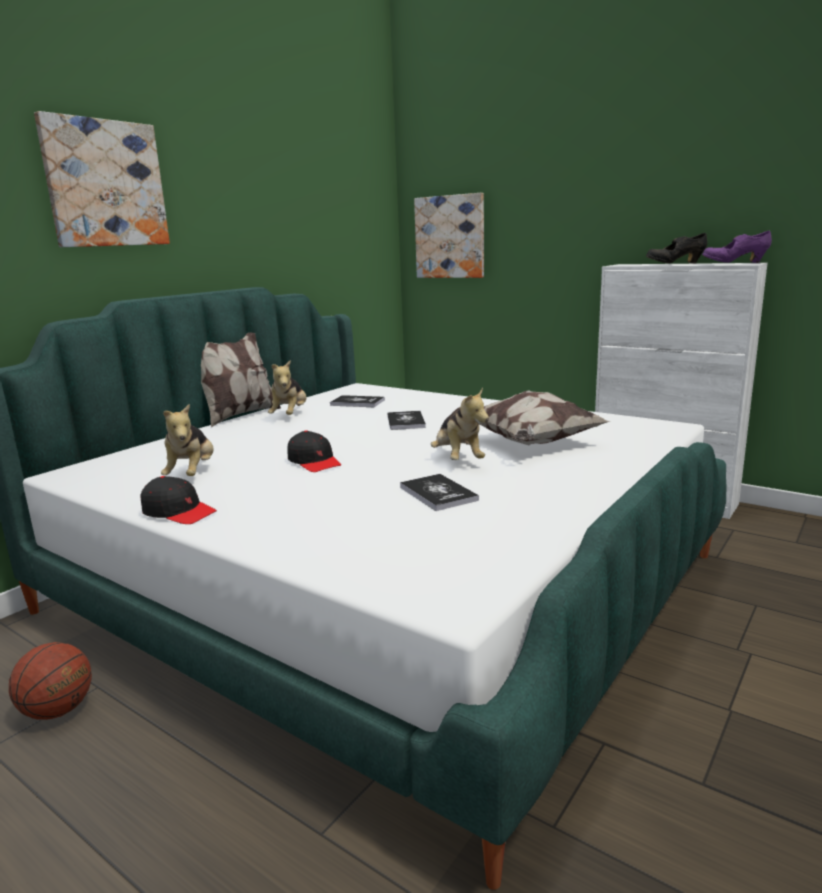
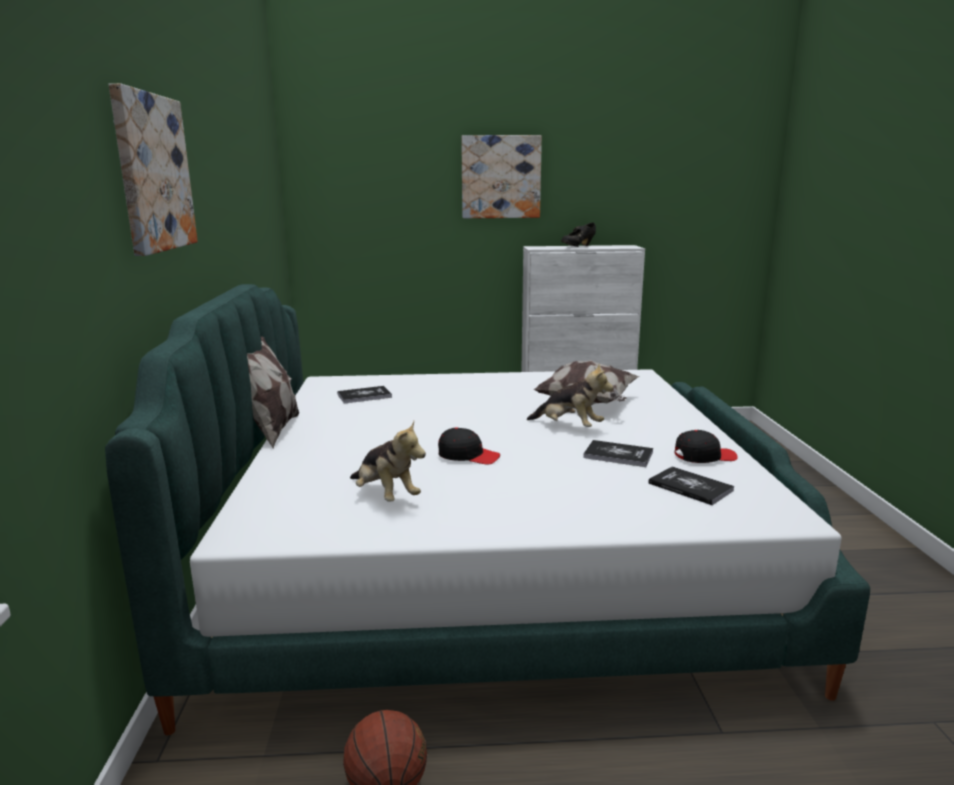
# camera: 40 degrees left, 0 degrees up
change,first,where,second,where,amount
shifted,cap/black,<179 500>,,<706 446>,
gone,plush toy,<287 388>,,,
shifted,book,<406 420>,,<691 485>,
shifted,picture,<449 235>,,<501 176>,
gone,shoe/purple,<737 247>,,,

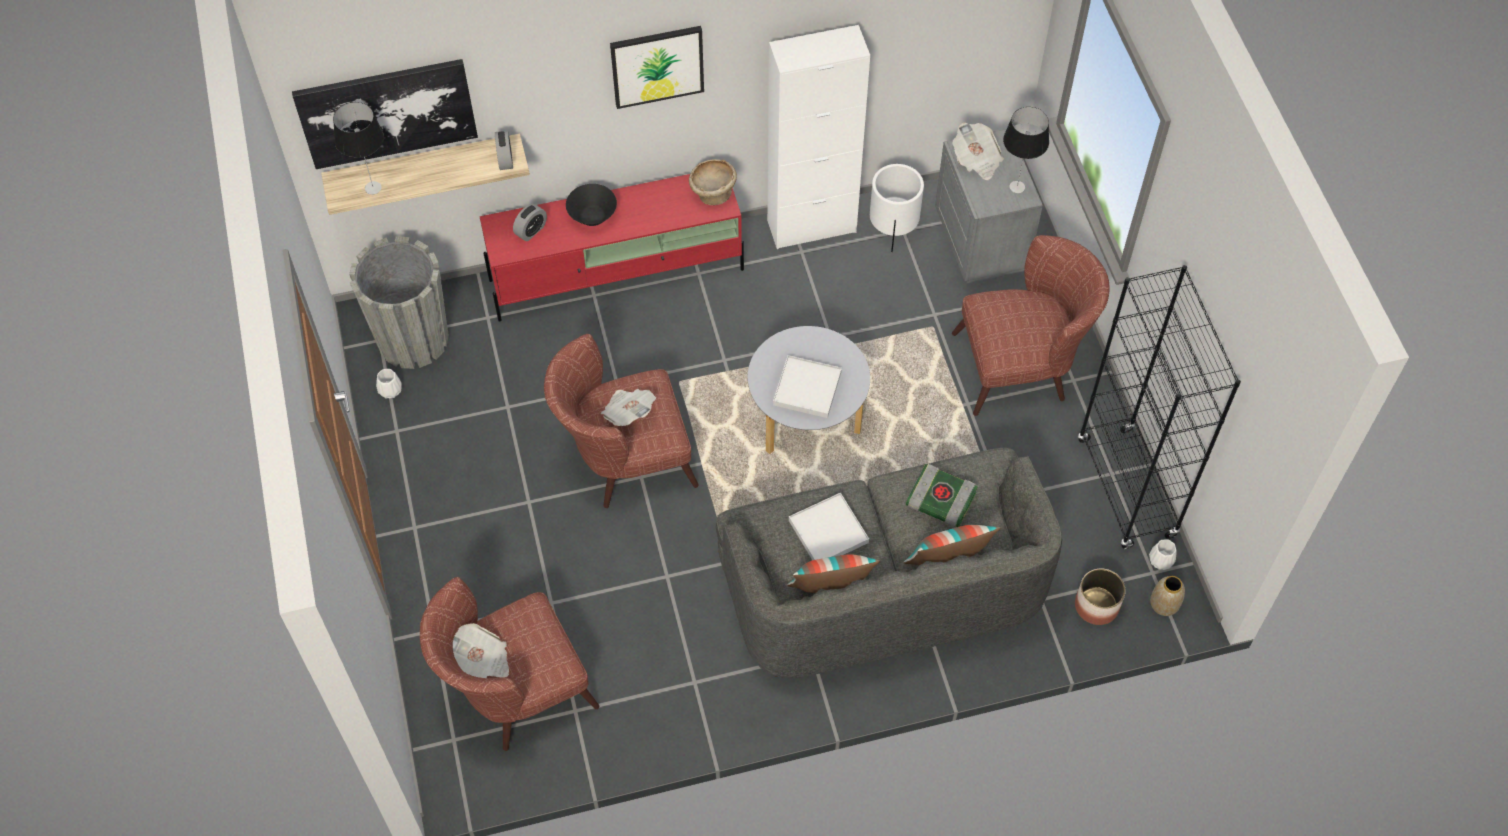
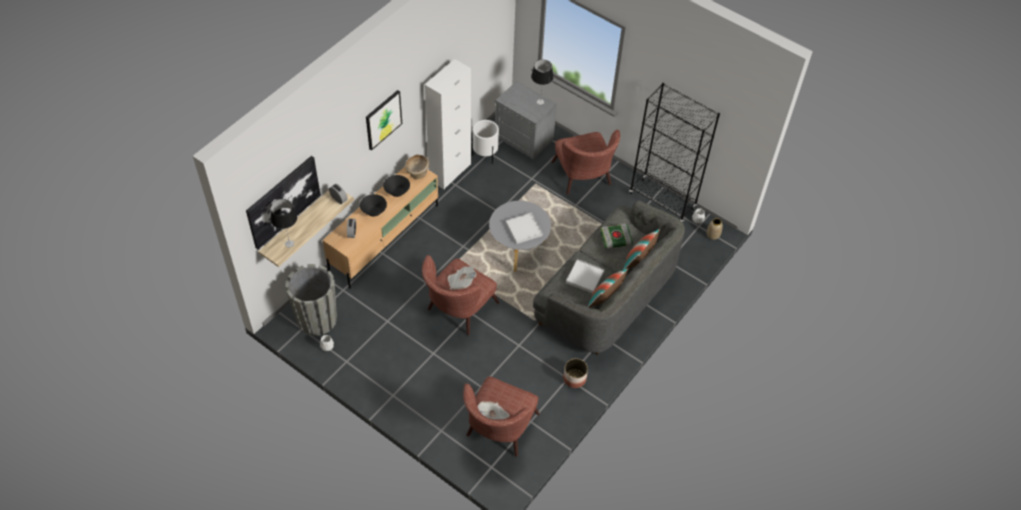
# camera: 40 degrees left, 5 degrees down
change,first,where,second,where,amount
repainted,tv stand/red,<612 248>,tv stand/beige,<380 228>,
gone,newspaper,<978 151>,,,
rotated,armchair/brown,<1031 325>,,<585 162>,120 degrees clockwise
shifted,planter,<1100 597>,,<575 373>,
new,,,bowl/black,<396 186>,

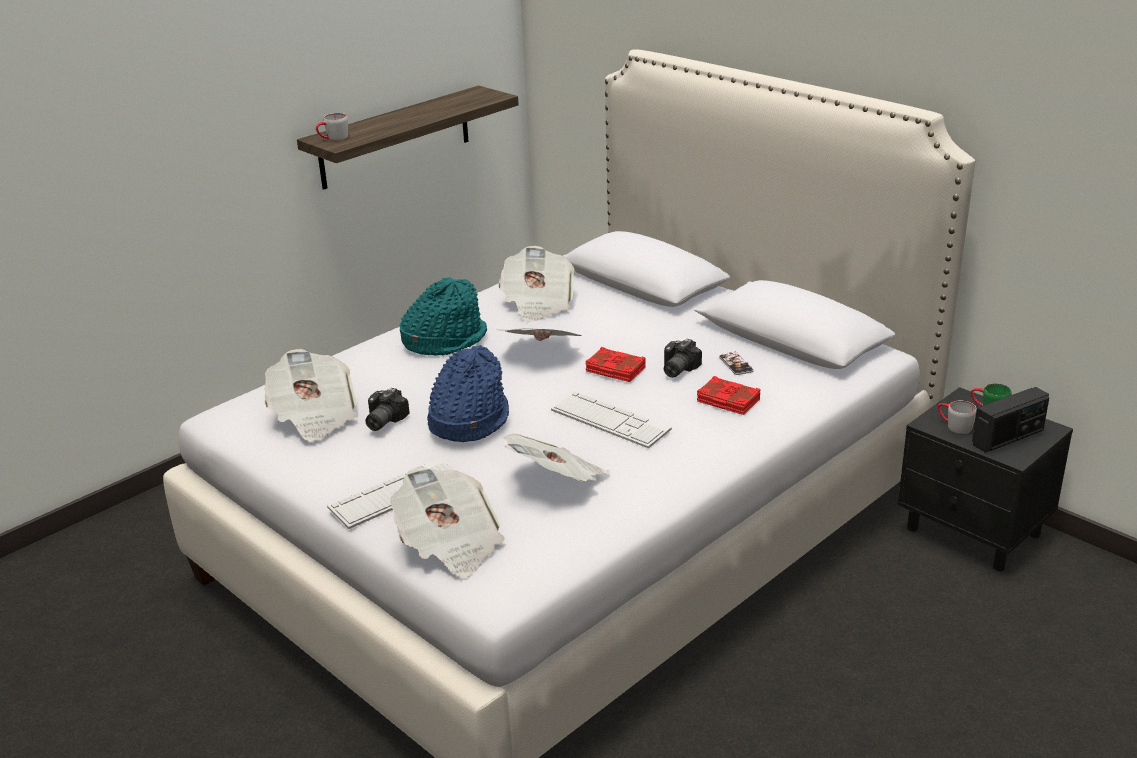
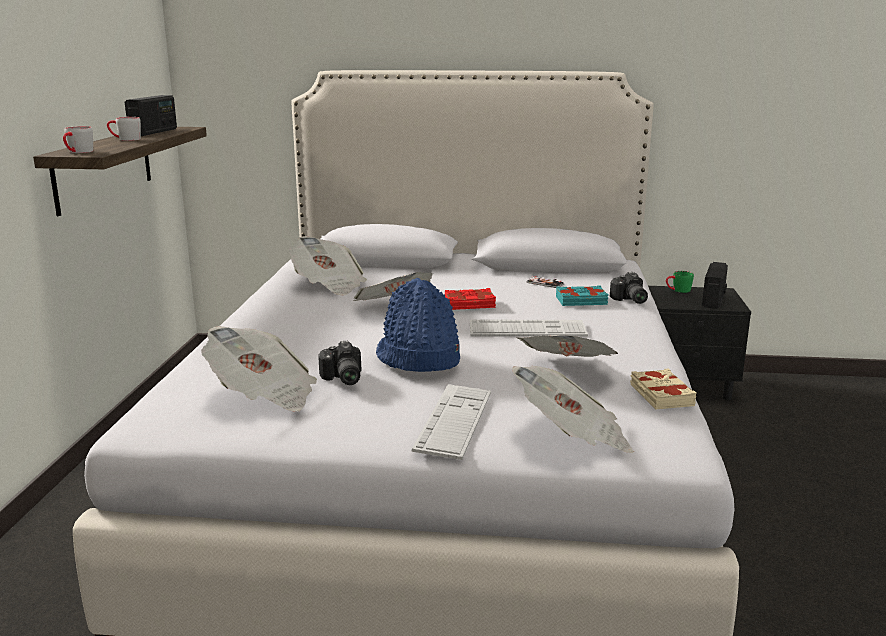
# camera: 40 degrees left, 10 degrees down
change,first,where,second,where,amount
gone,hat/turquoise,<443 316>,,,
shifted,photo camera,<683 358>,,<629 288>,
repainted,book/red,<729 395>,book/turquoise,<582 295>,
shifted,mug/grey,<957 417>,,<124 129>,
new,,,radio,<151 115>,
new,,,book/beige,<663 388>,

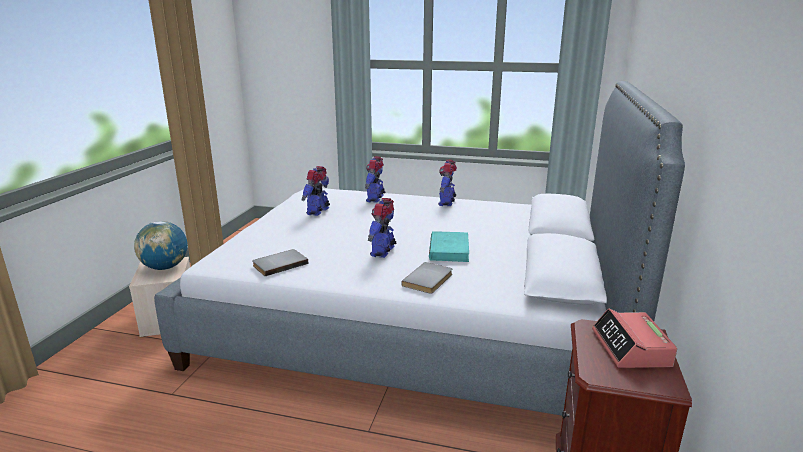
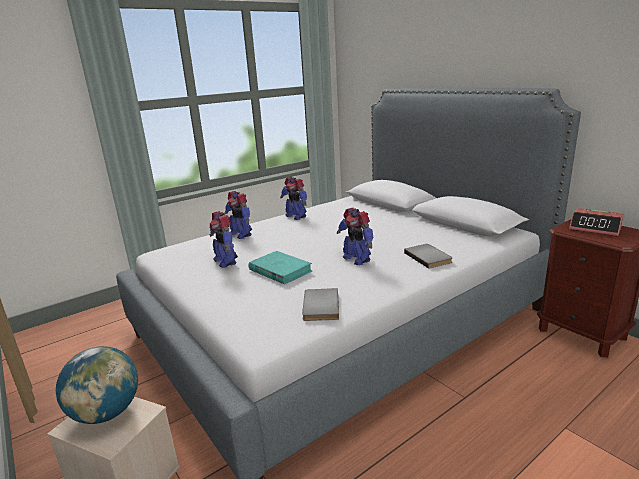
# camera: 50 degrees left, 0 degrees up
change,first,where,second,where,amount
shifted,book/turquoise,<449 246>,,<280 268>,

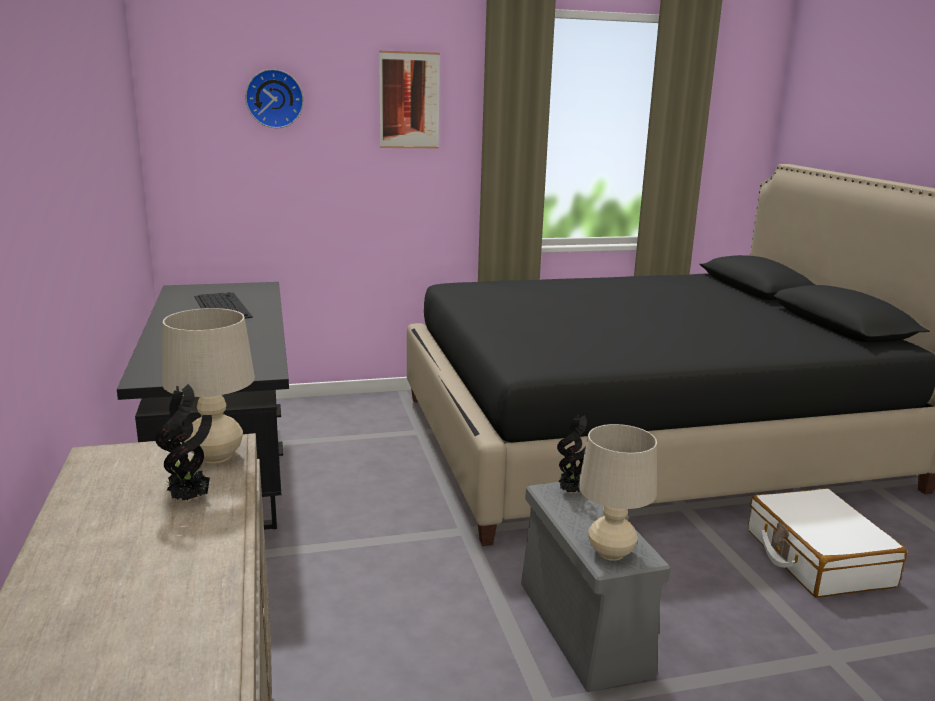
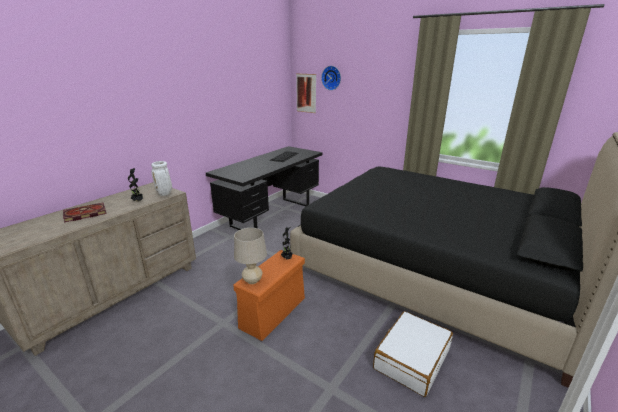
# camera: 50 degrees right, 5 degrees up
change,first,where,second,where,amount
swapped,table lamp/beige,<208 385>,vase/white,<161 178>,
shifted,picture,<409 99>,,<306 93>,
repainted,storage box/grey,<596 587>,storage box/orange,<269 295>,
new,,,book,<85 212>,

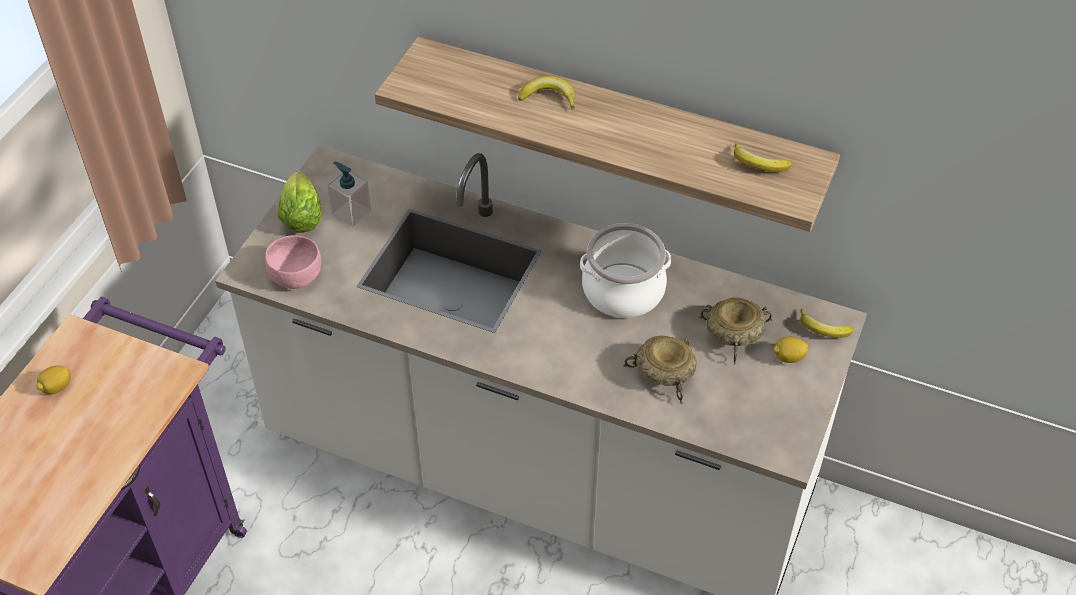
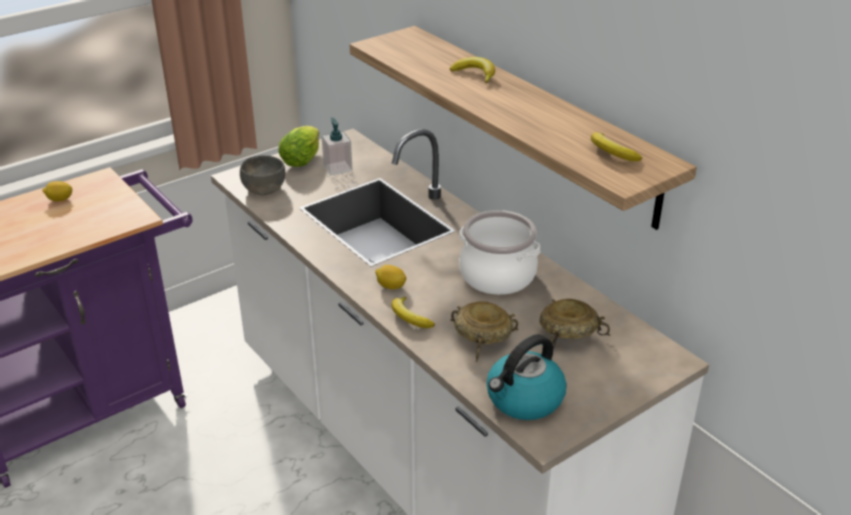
# camera: 30 degrees right, 15 degrees down
change,first,where,second,where,amount
repainted,bowl/pink,<293 262>,bowl/grey,<262 175>,
shifted,lemon,<791 350>,,<390 277>,
shifted,banana,<827 323>,,<413 312>,
new,,,kettle,<526 377>,

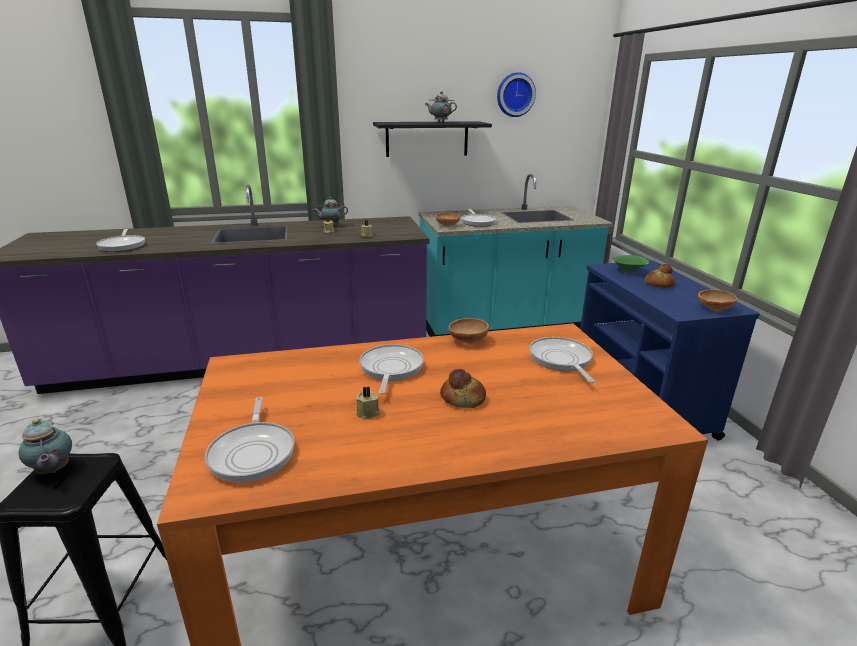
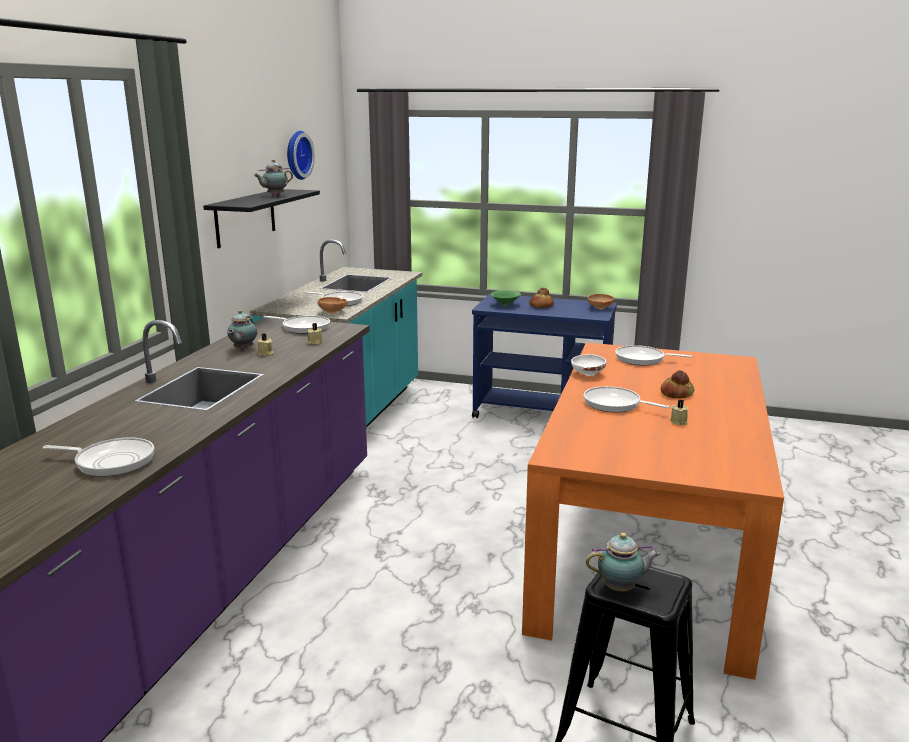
# camera: 60 degrees left, 5 degrees down
change,first,where,second,where,amount
shifted,frying pan,<250 440>,,<296 325>,
repainted,bowl/brown,<469 331>,bowl/white,<588 365>,

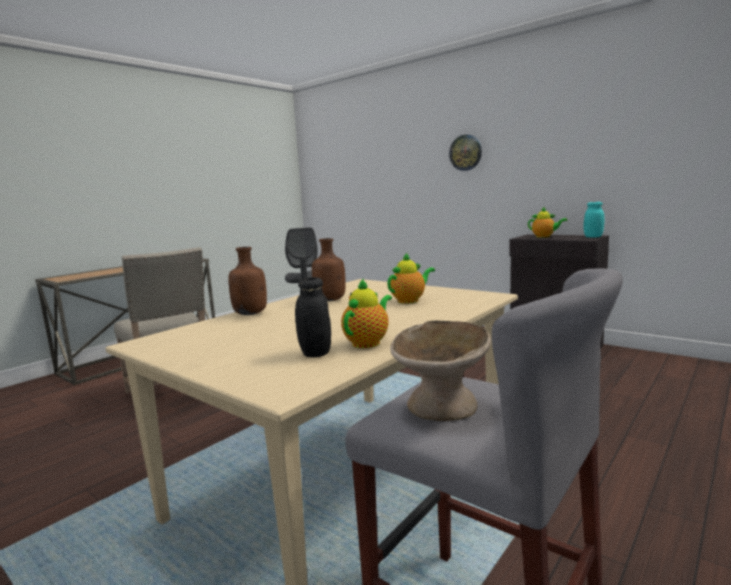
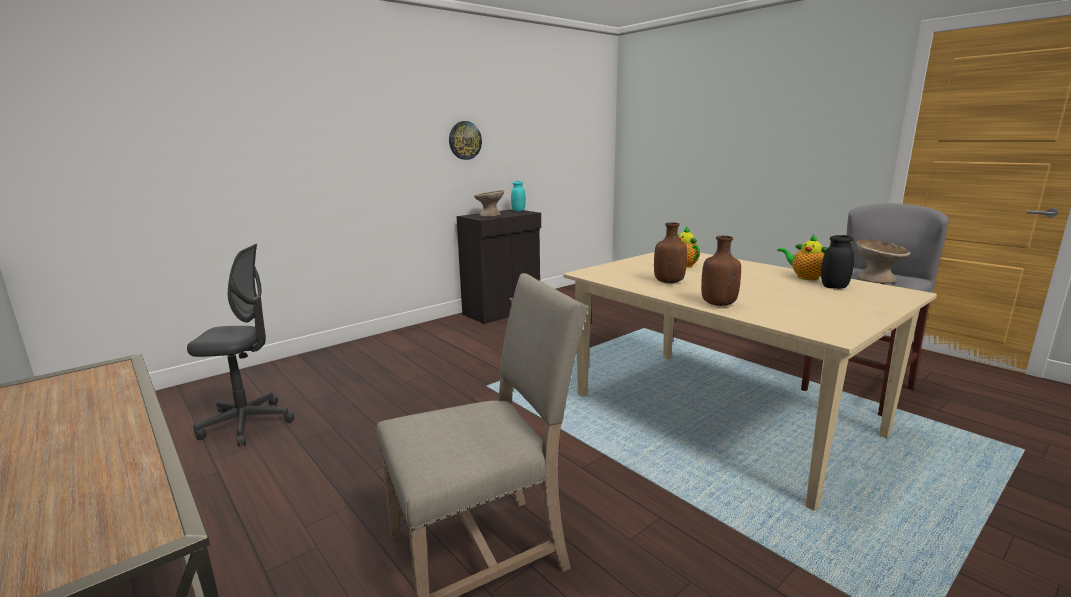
# camera: 80 degrees left, 5 degrees up
change,first,where,second,where,amount
shifted,wall clock,<465 153>,,<465 140>,
swapped,teapot,<547 222>,bowl/beige,<489 203>,

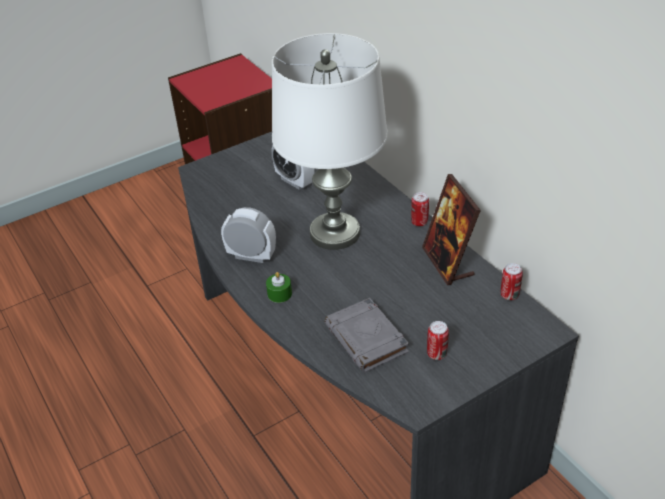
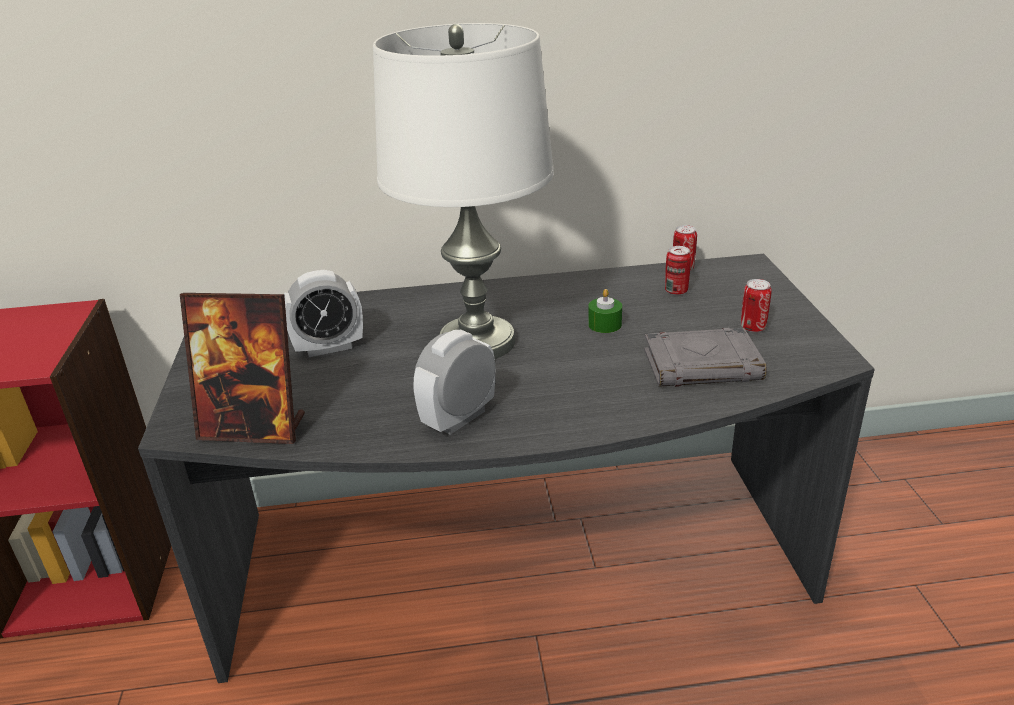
# camera: 65 degrees left, 10 degrees down
change,first,where,second,where,amount
shifted,candle/green,<279 287>,,<605 311>,
shifted,can,<420 209>,,<678 270>,
shifted,picture frame,<451 229>,,<242 368>,

